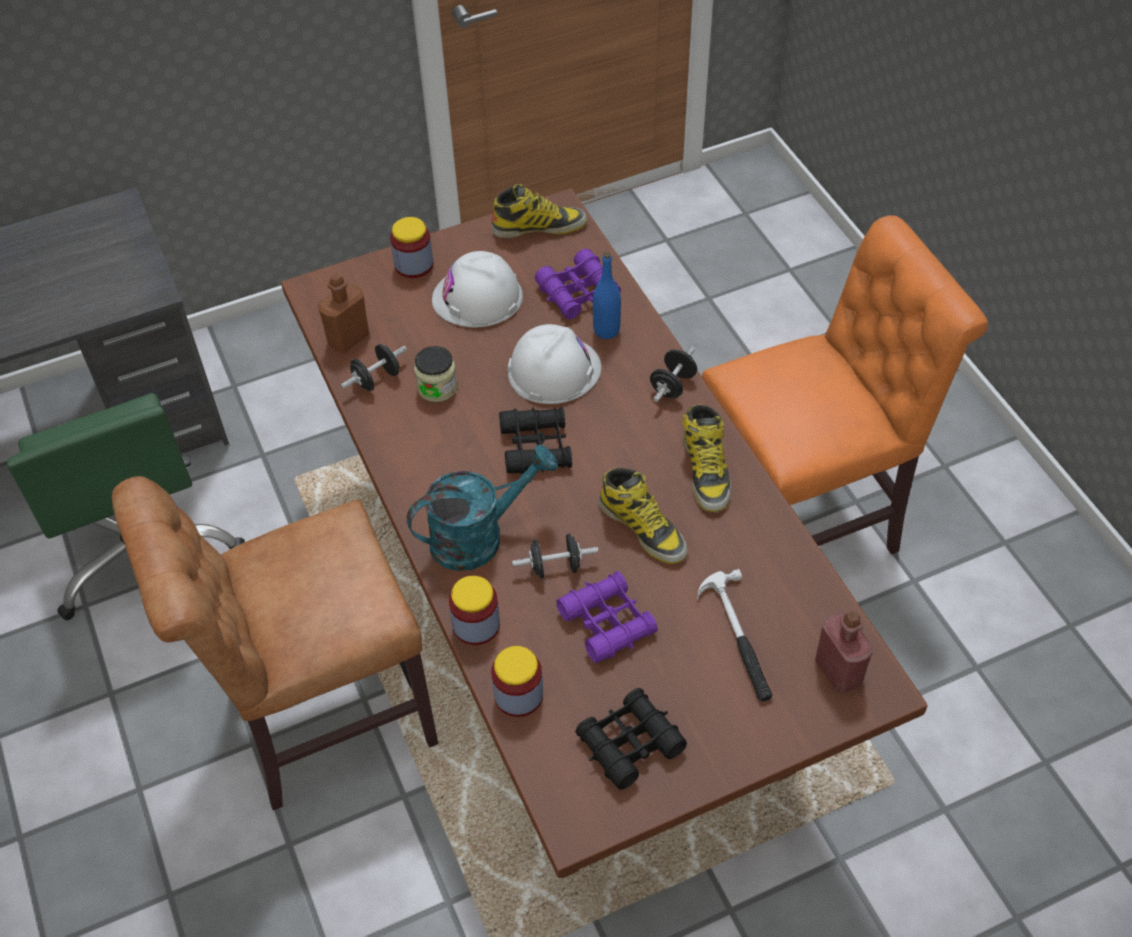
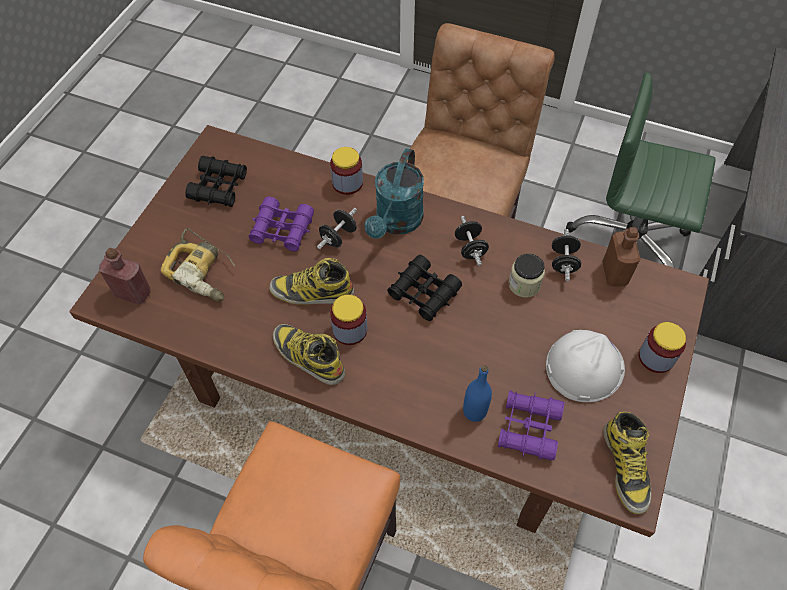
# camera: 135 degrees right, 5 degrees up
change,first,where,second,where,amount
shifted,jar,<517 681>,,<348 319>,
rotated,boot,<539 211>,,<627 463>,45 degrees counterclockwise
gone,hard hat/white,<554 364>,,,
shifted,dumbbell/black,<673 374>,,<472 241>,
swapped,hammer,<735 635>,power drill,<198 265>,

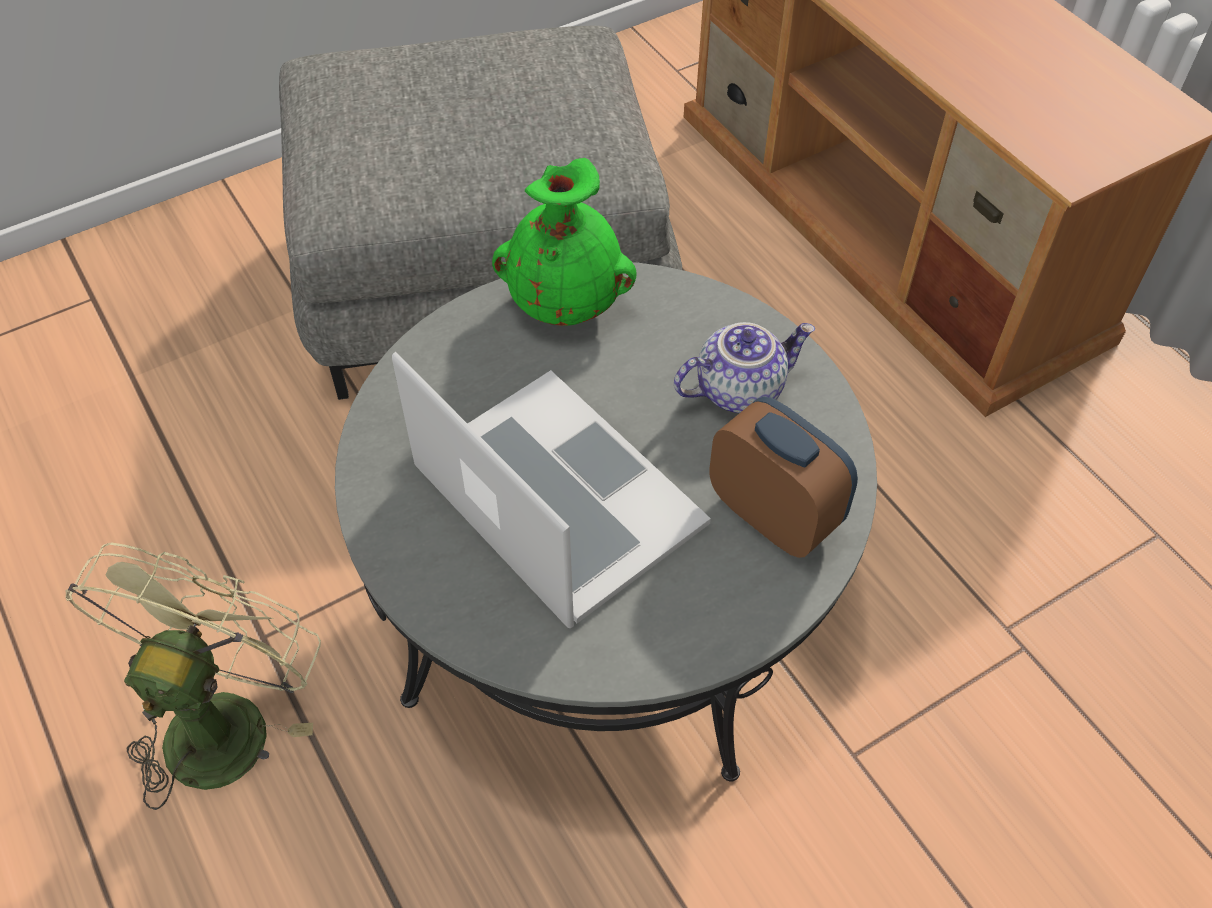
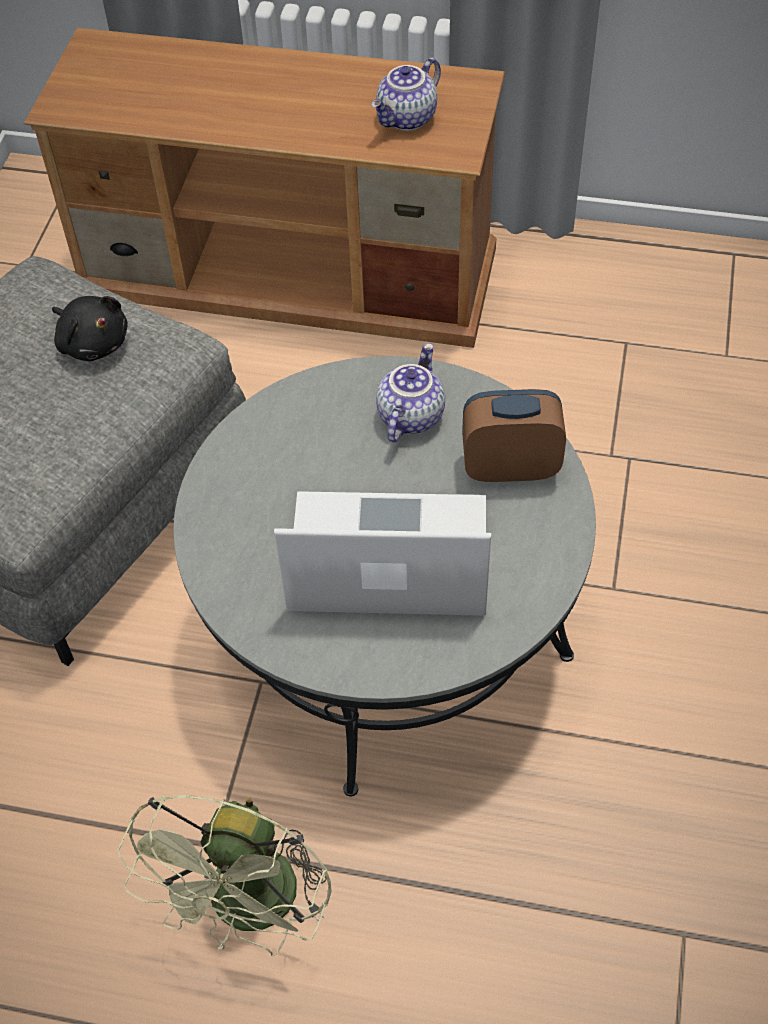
# camera: 45 degrees left, 0 degrees up
change,first,where,second,where,amount
rotated,fan/green,<193 676>,,<224 875>,135 degrees counterclockwise
gone,vase/green,<564 242>,,,
new,,,plush toy/black,<90 328>,
new,,,teapot,<406 94>,

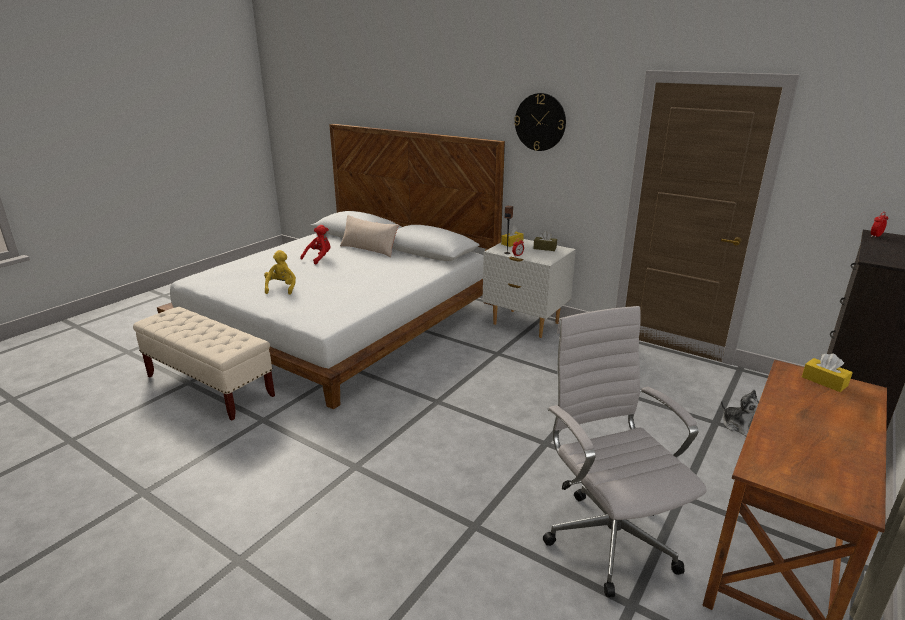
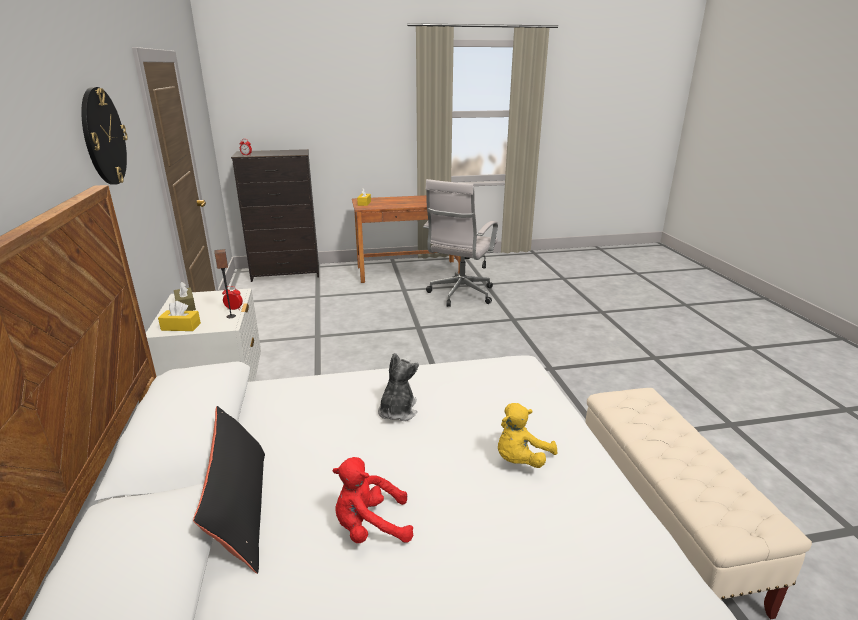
# camera: 135 degrees left, 0 degrees up
change,first,where,second,where,amount
repainted,pillow/beige,<369 236>,pillow/black,<229 490>,
shifted,plush toy,<740 412>,,<398 387>,

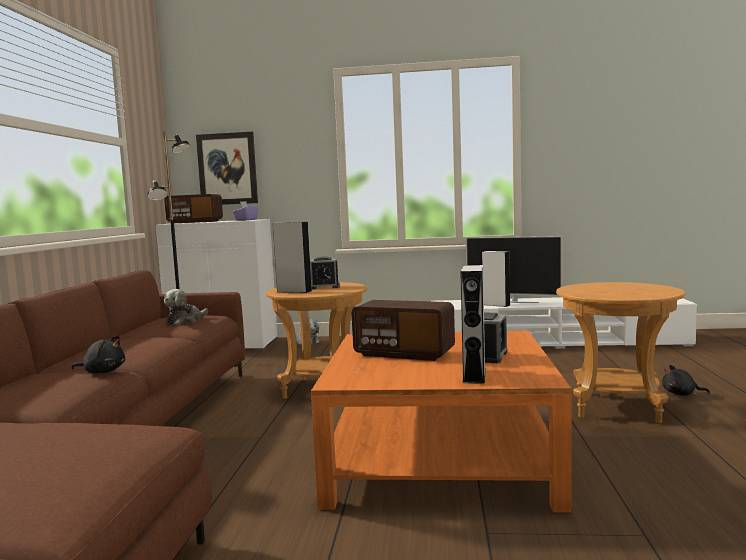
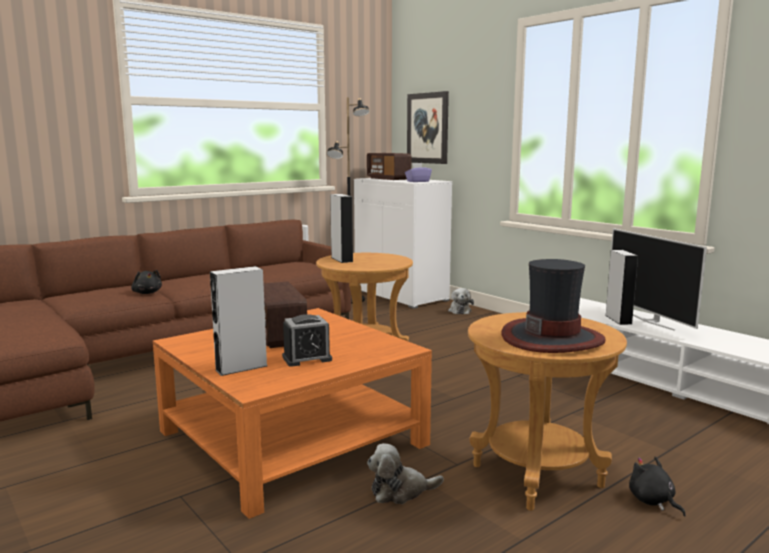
# camera: 45 degrees right, 5 degrees up
change,first,where,second,where,amount
shifted,plush toy,<186 307>,,<405 473>,
gone,alarm clock,<325 272>,,,
new,,,hat,<553 306>,

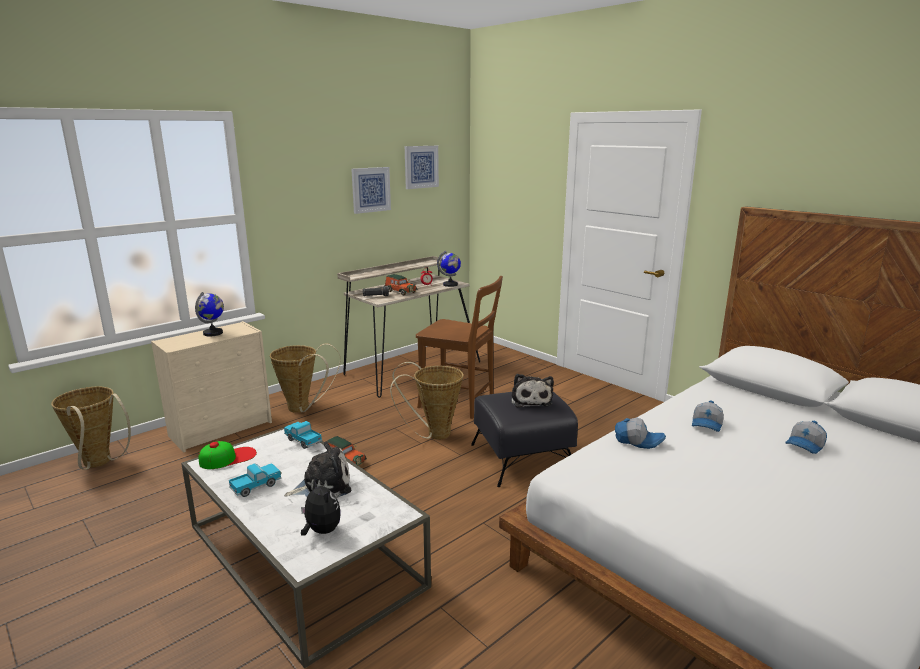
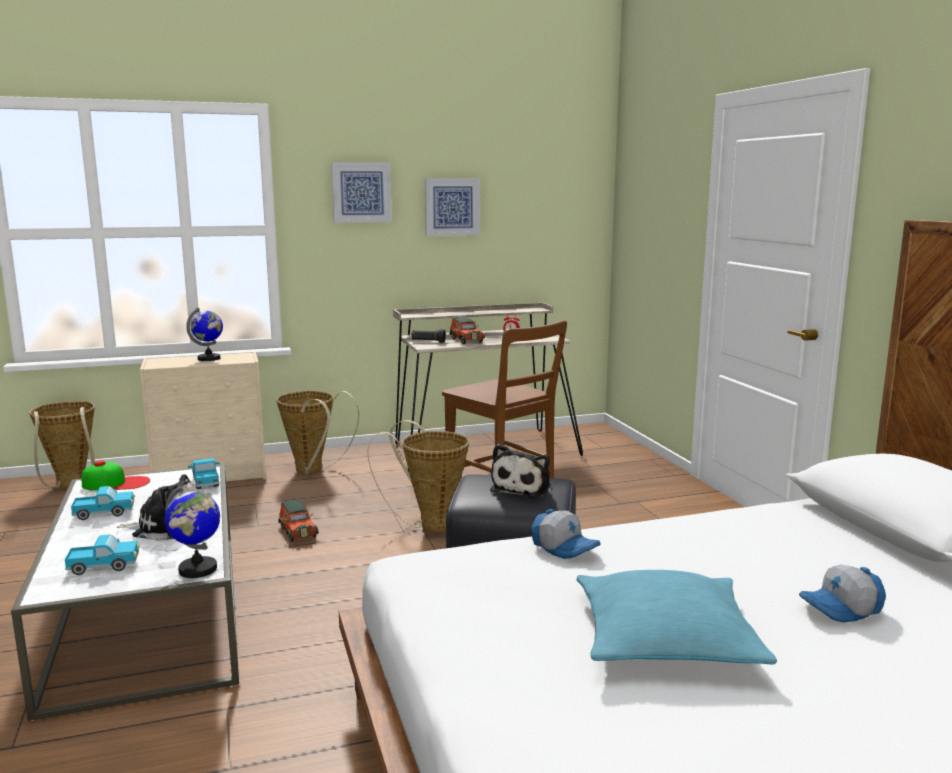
# camera: 25 degrees right, 5 degrees down
change,first,where,second,where,amount
swapped,plush toy,<321 507>,toy truck,<102 554>,
shifted,picture,<422 167>,,<361 192>,
shifted,globe,<449 268>,,<192 531>,
gone,cap,<708 416>,,,
new,,,pillow/turquoise,<676 617>,

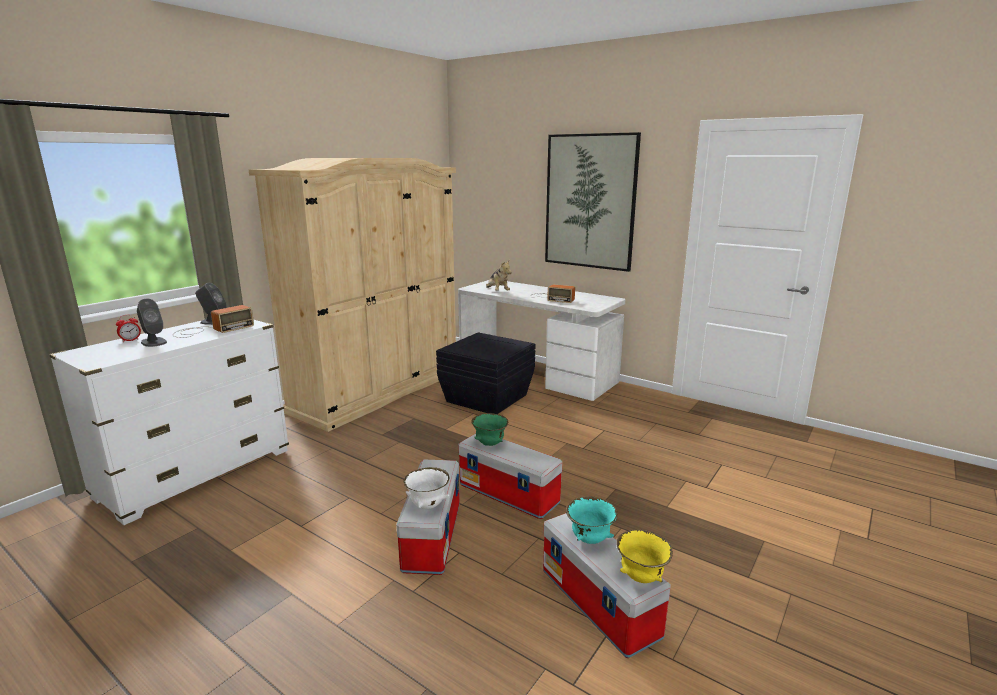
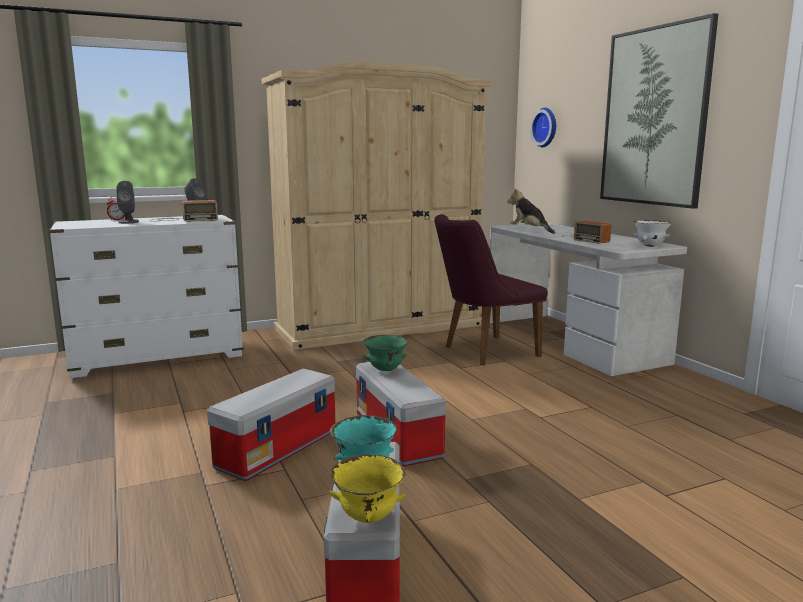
# camera: 30 degrees right, 5 degrees down
change,first,where,second,where,amount
shifted,bowl/white,<426 488>,,<652 233>,
swapped,storage box/black,<486 373>,chair/purple,<491 289>,
rotated,plush toy,<499 276>,,<531 211>,135 degrees clockwise
new,,,wall clock,<543 127>,

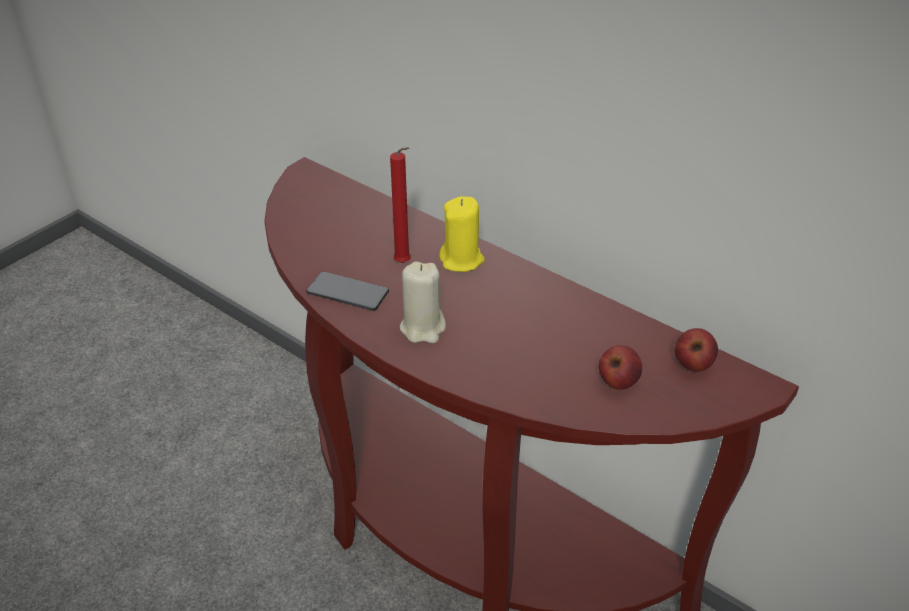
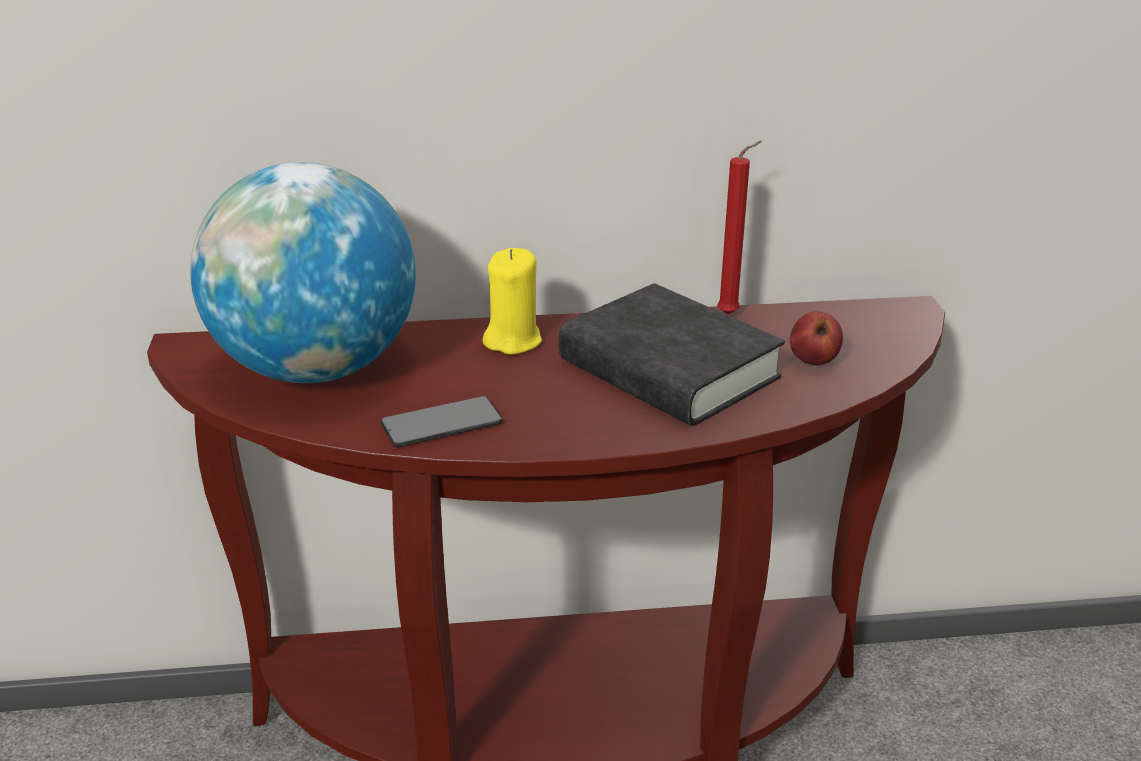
# camera: 45 degrees left, 10 degrees down
change,first,where,second,where,amount
shifted,candle/red,<400 205>,,<739 228>,
gone,candle/beige,<423 302>,,,
gone,apple,<696 350>,,,
new,,,globe,<303 272>,
new,,,book/black,<672 354>,

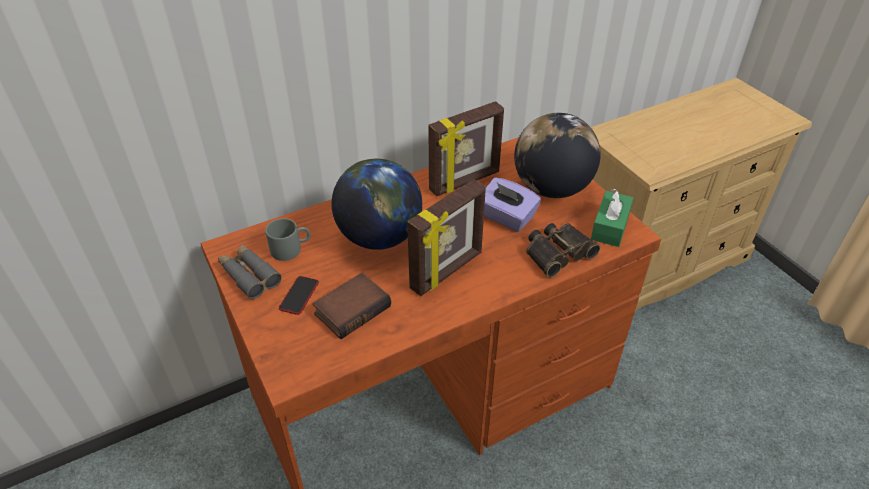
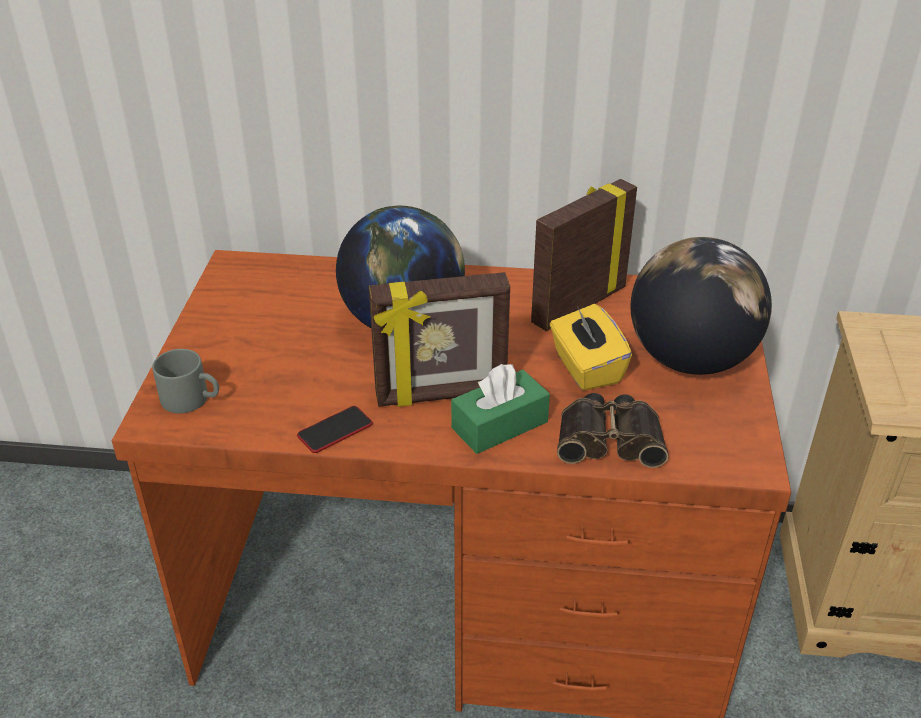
# camera: 35 degrees right, 5 degrees down
change,first,where,second,where,amount
gone,binoculars/grey,<249 271>,,,
shifted,mug/grey,<288 239>,,<185 381>,
shifted,phone,<299 295>,,<335 429>,
gone,book,<351 306>,,,
rotated,picture frame,<466 148>,,<584 255>,135 degrees clockwise
repainted,tissue box/purple,<512 205>,tissue box/yellow,<591 347>,
shifted,tissue box/green,<612 218>,,<500 409>,

